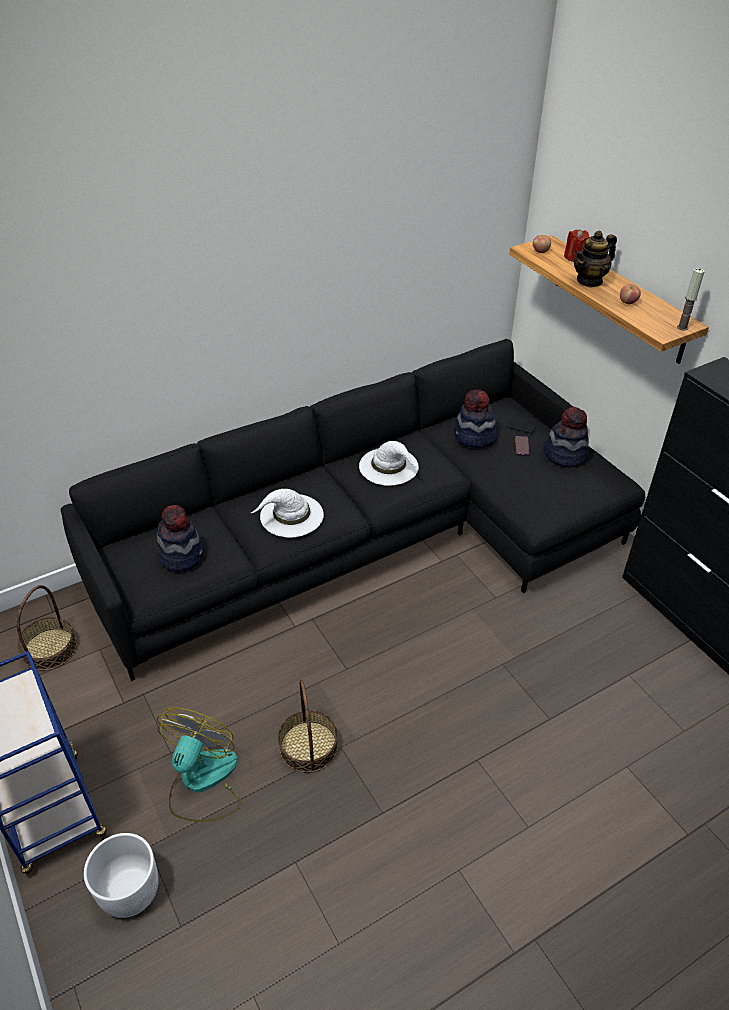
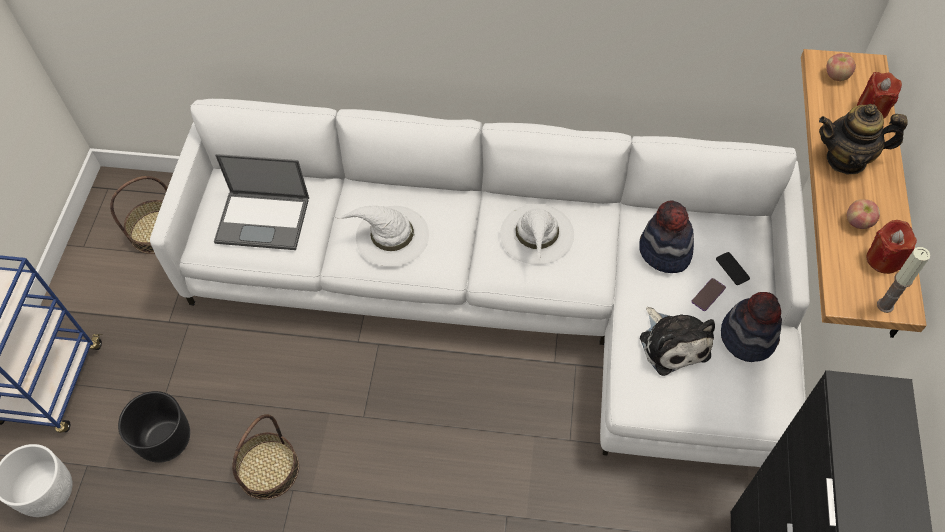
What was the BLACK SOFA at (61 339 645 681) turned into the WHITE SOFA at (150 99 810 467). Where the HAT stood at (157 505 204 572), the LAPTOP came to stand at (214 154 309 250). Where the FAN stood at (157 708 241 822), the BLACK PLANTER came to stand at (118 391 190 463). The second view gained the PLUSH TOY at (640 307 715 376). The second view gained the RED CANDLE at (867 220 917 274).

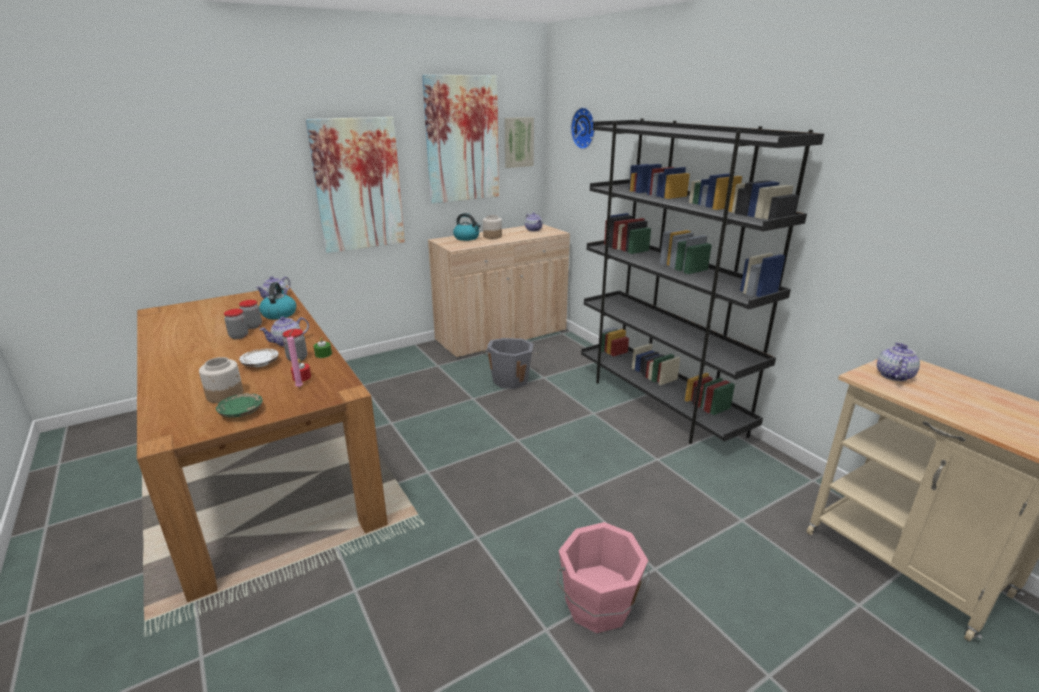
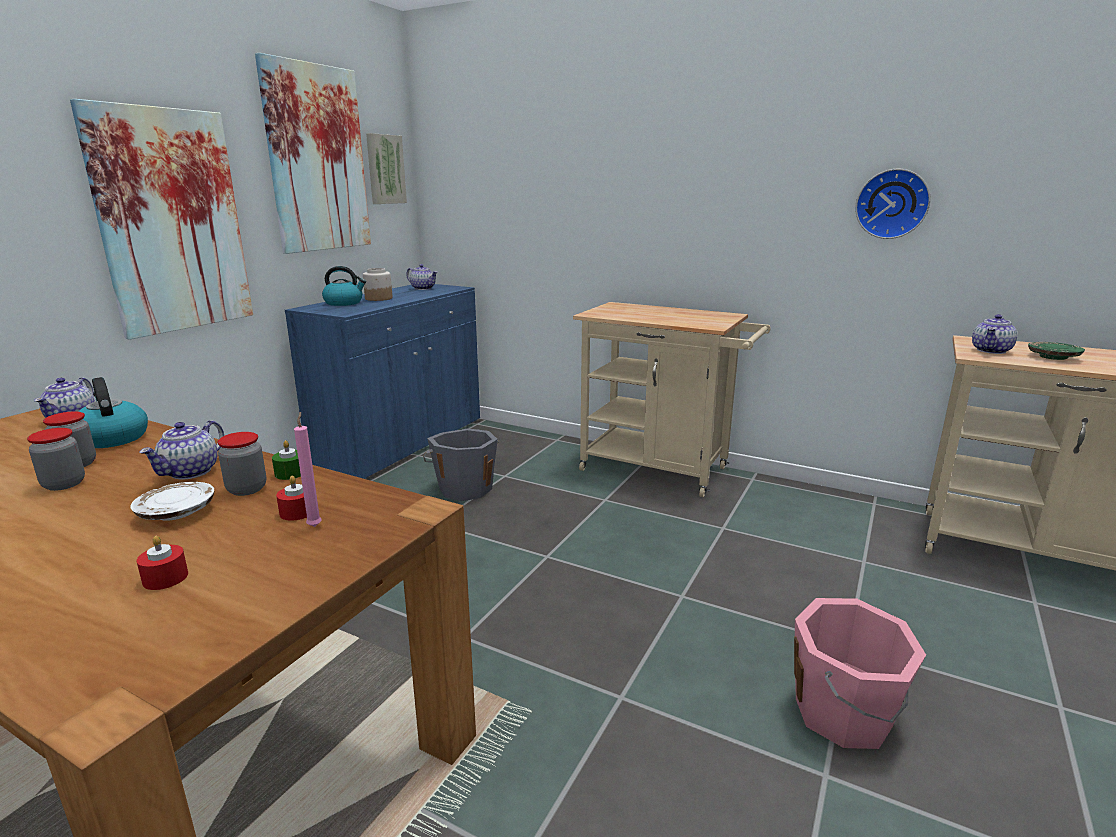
Where the JAR stood at (199 357 243 403), the RED CANDLE came to stand at (136 536 188 590). The GREEN PLATE ended up elsewhere, having gone from (216 393 263 418) to (1028 342 1085 360). What was the BEIGE CABINET at (428 224 570 359) turned into the BLUE CABINET at (285 284 480 479). The WALL CLOCK ended up elsewhere, having gone from (571 107 595 149) to (855 169 930 239). Where the BLACK BOOKCASE stood at (581 118 824 444), the BEIGE CART came to stand at (573 302 771 497). The TEAPOT at (877 342 920 381) ended up facing another way, 135 degrees counterclockwise from before.

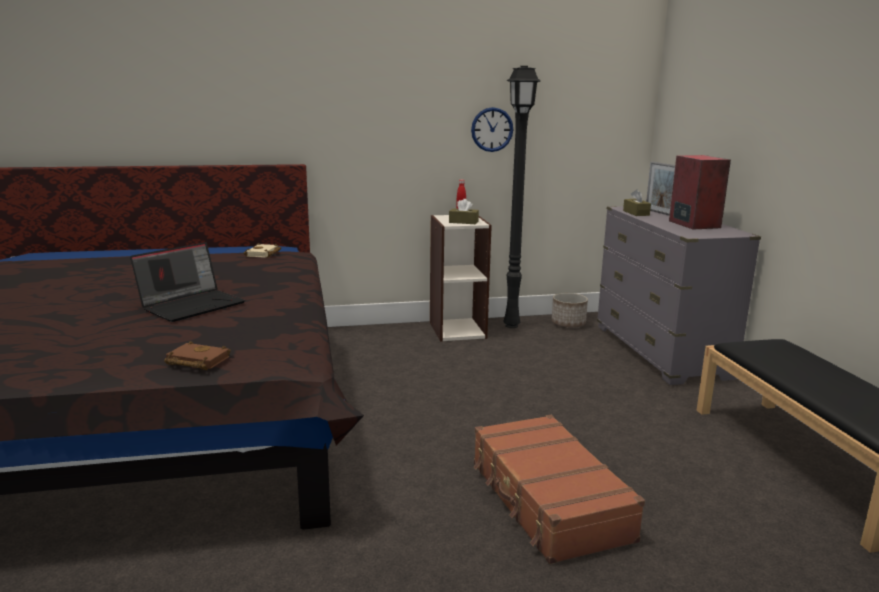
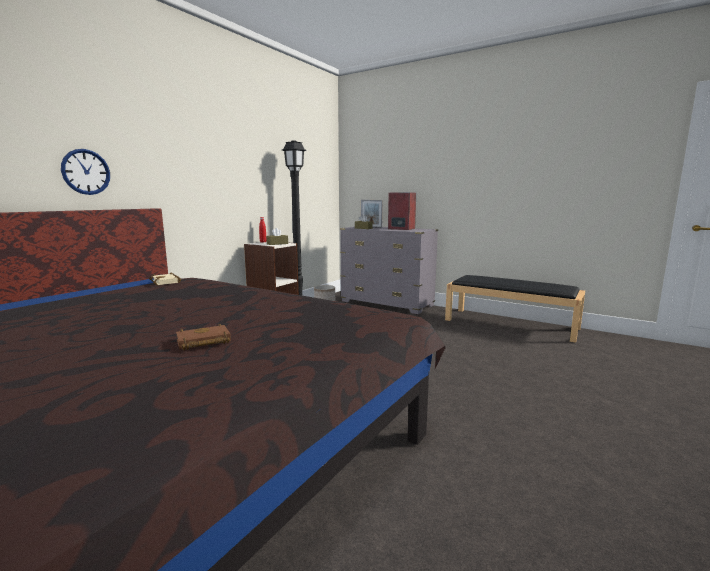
The second view lost the LAPTOP at (130 242 245 322). The BROWN BOOK ended up elsewhere, having gone from (164 341 231 370) to (176 323 231 350). The WALL CLOCK ended up elsewhere, having gone from (471 107 513 152) to (61 149 110 195). The second view lost the BROWN SUITCASE at (474 415 645 564).

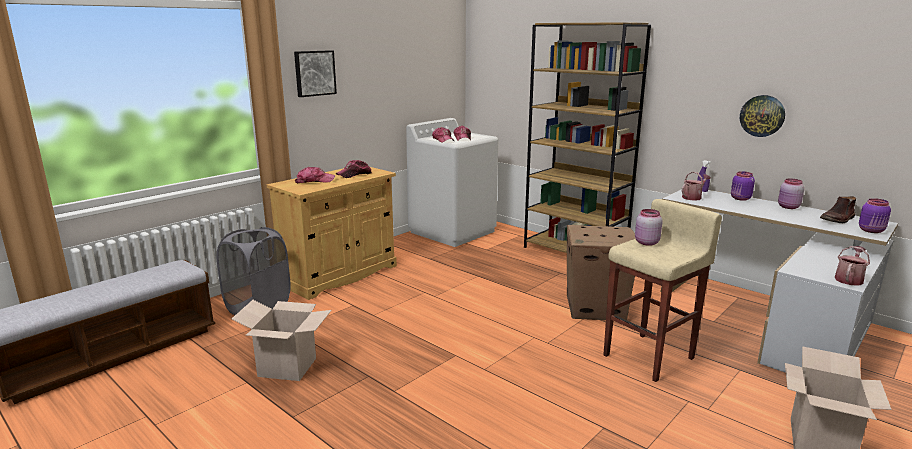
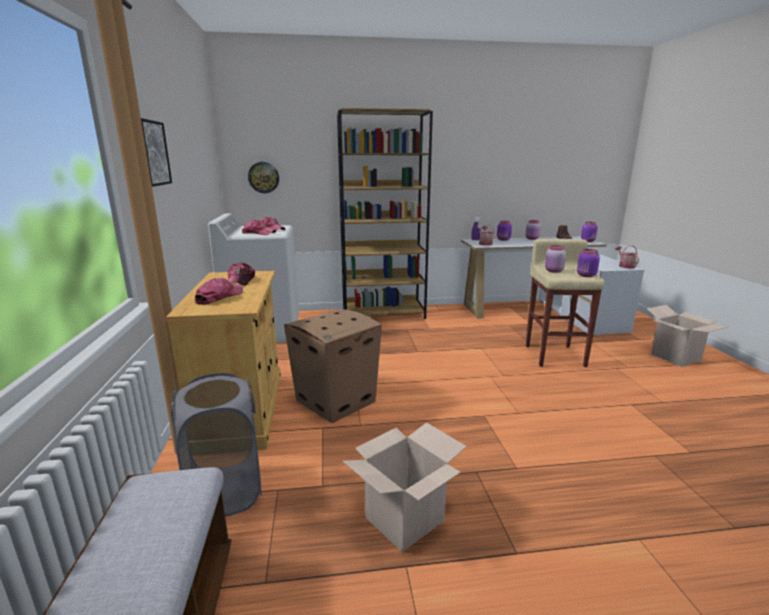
The CARDBOARD BOX ended up elsewhere, having gone from (567 225 636 320) to (284 309 382 423). The WALL CLOCK ended up elsewhere, having gone from (740 95 785 137) to (248 162 279 193). The second view gained the PURPLE JAR at (577 249 600 277).

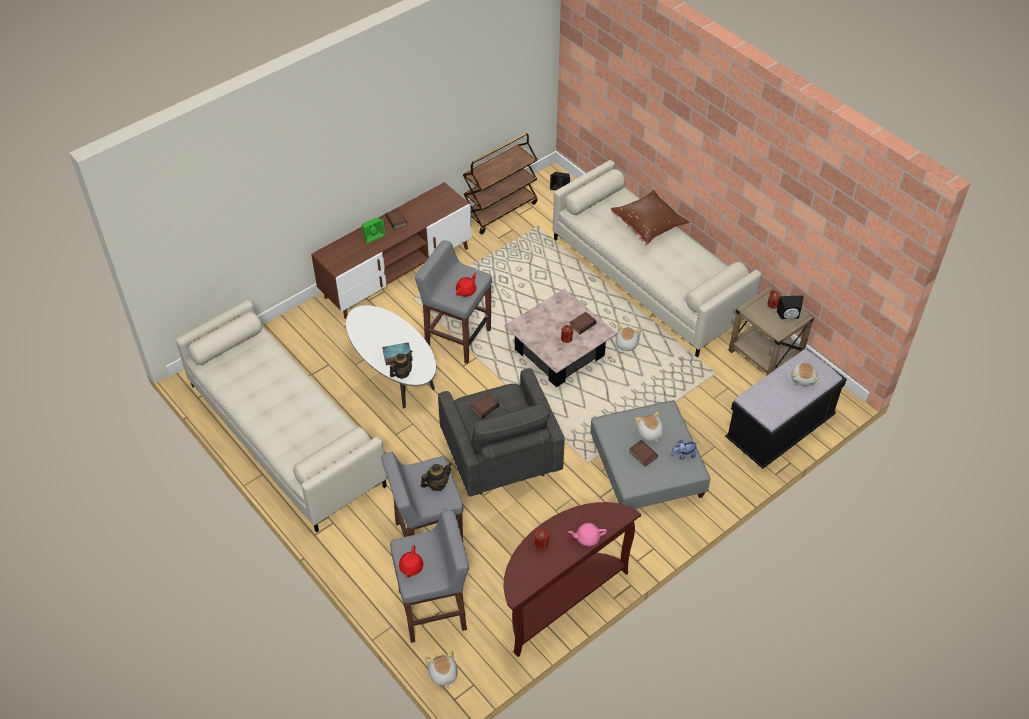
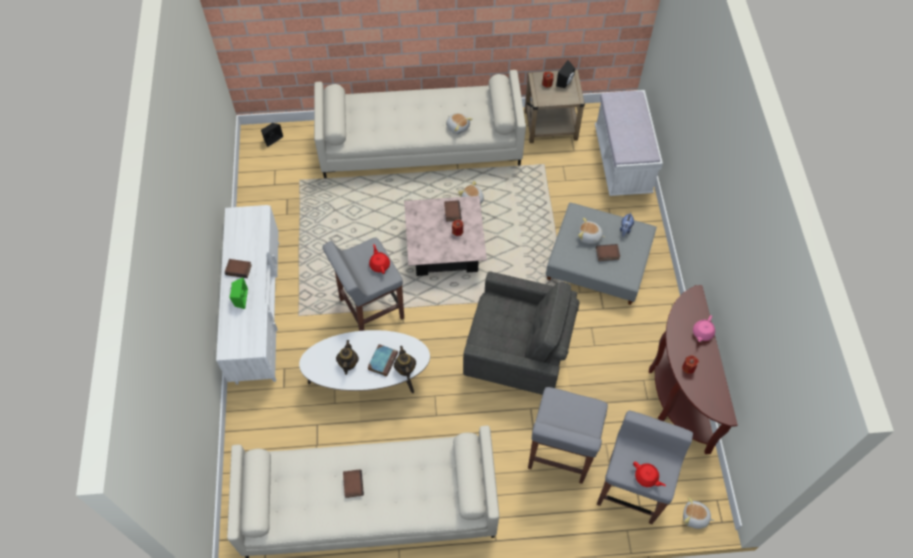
What was the BROWN TV STAND at (311 182 472 319) turned into the WHITE TV STAND at (216 205 279 385). The TEAPOT ended up elsewhere, having gone from (421 463 452 491) to (336 340 359 375). The second view lost the BROWN CART at (463 133 538 234). The BOOK ended up elsewhere, having gone from (471 394 499 419) to (343 469 364 498). The second view lost the BROWN PILLOW at (611 190 690 244). What was the BLACK BENCH at (725 349 847 469) turned into the WHITE BENCH at (595 90 663 196). The PLUSH TOY ended up elsewhere, having gone from (791 362 818 386) to (446 113 473 134).

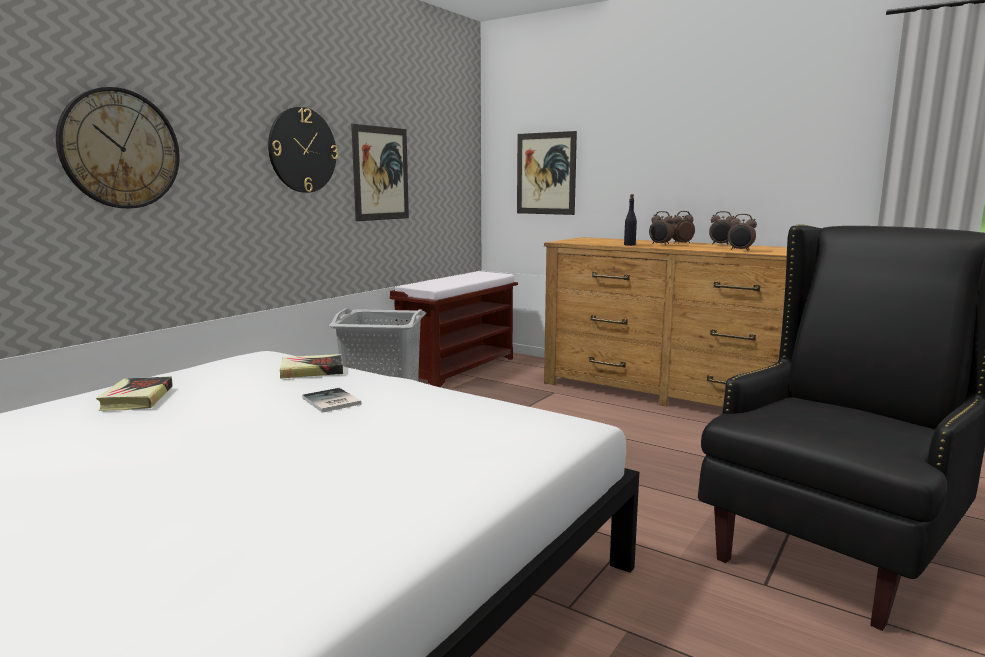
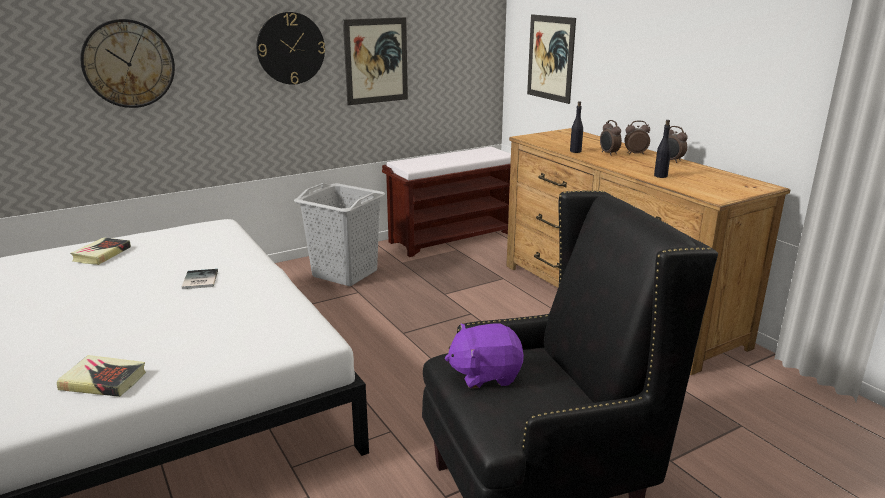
The BOOK ended up elsewhere, having gone from (280 354 343 379) to (57 355 146 397). Where the ALARM CLOCK stood at (728 214 757 251), the BLACK BOTTLE came to stand at (654 120 671 178). The second view gained the PURPLE PLUSH TOY at (445 324 524 389).

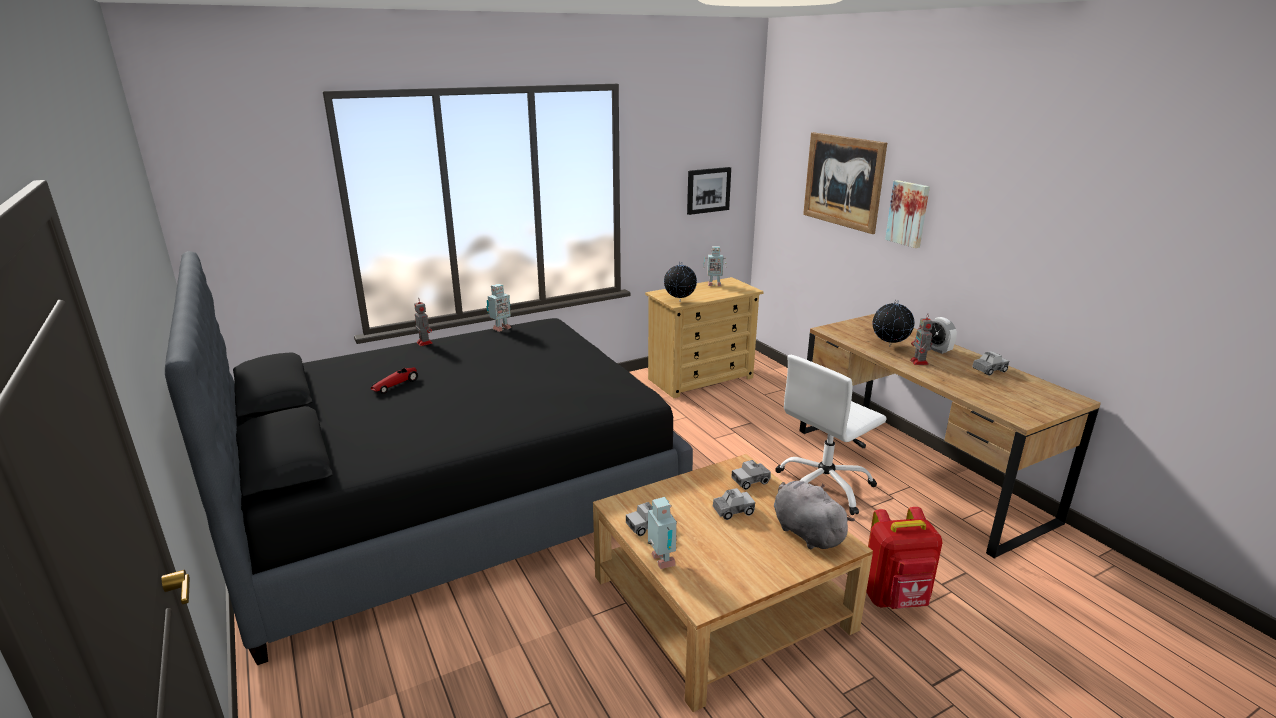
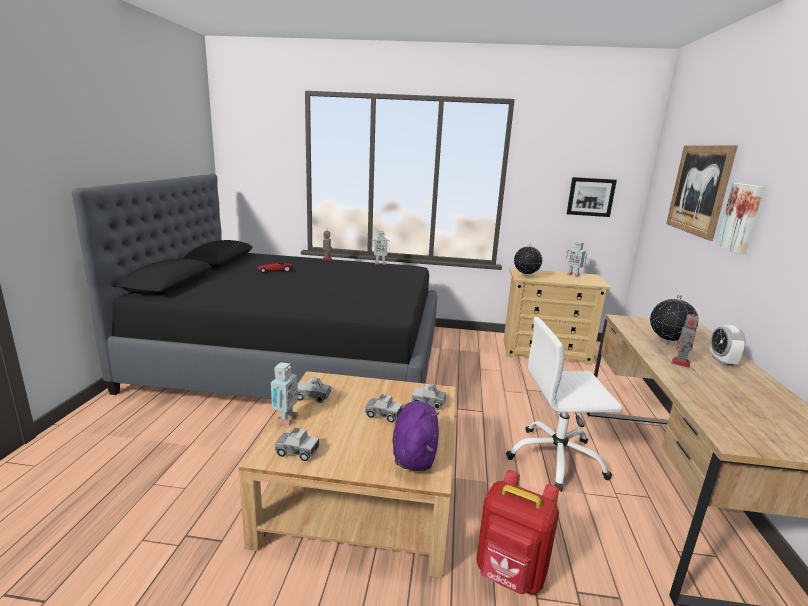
What was the GREY PLUSH TOY at (774 481 855 550) turned into the PURPLE PLUSH TOY at (393 401 440 471). The TOY TRUCK ended up elsewhere, having gone from (972 351 1009 376) to (275 428 319 462).

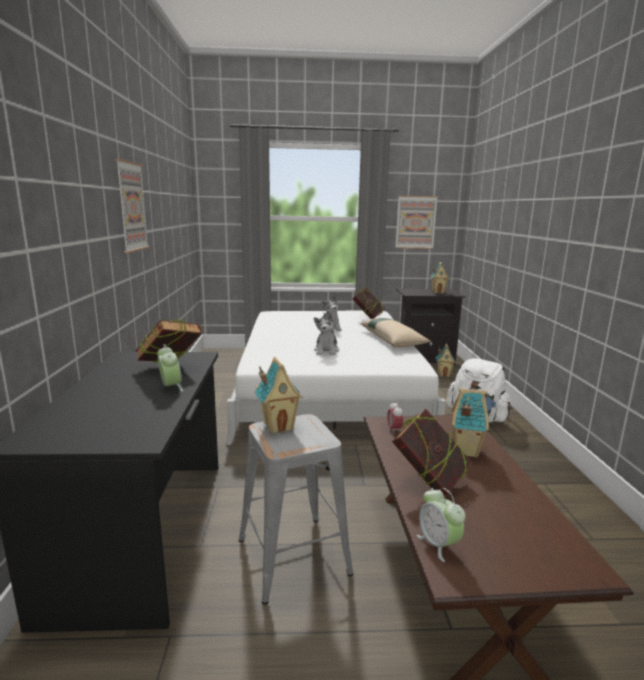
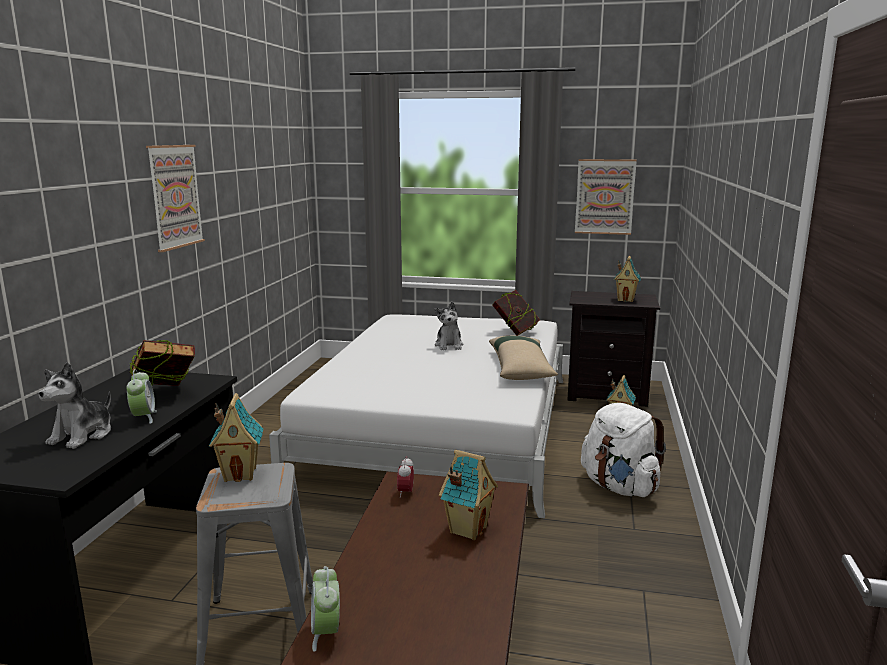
The PLUSH TOY ended up elsewhere, having gone from (314 313 339 355) to (39 362 111 449). The second view lost the BOOK at (392 409 472 496).

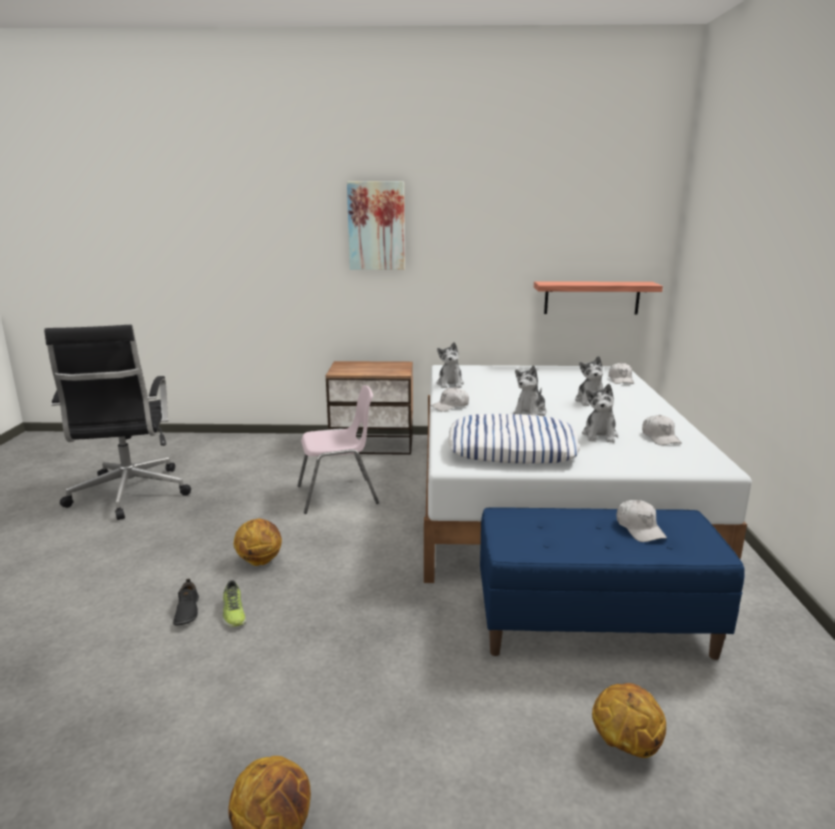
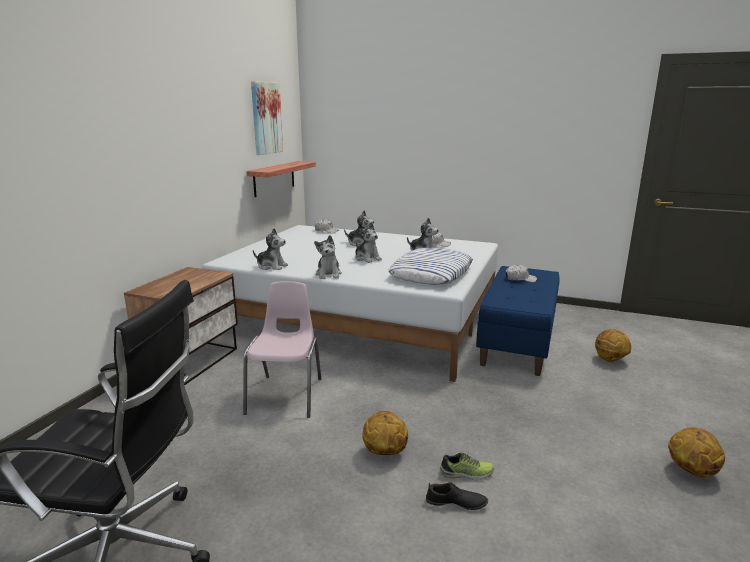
The PICTURE ended up elsewhere, having gone from (347 181 405 270) to (251 81 283 155). Where the WHITE CAP stood at (431 387 469 412), the PLUSH TOY came to stand at (314 235 342 279).

